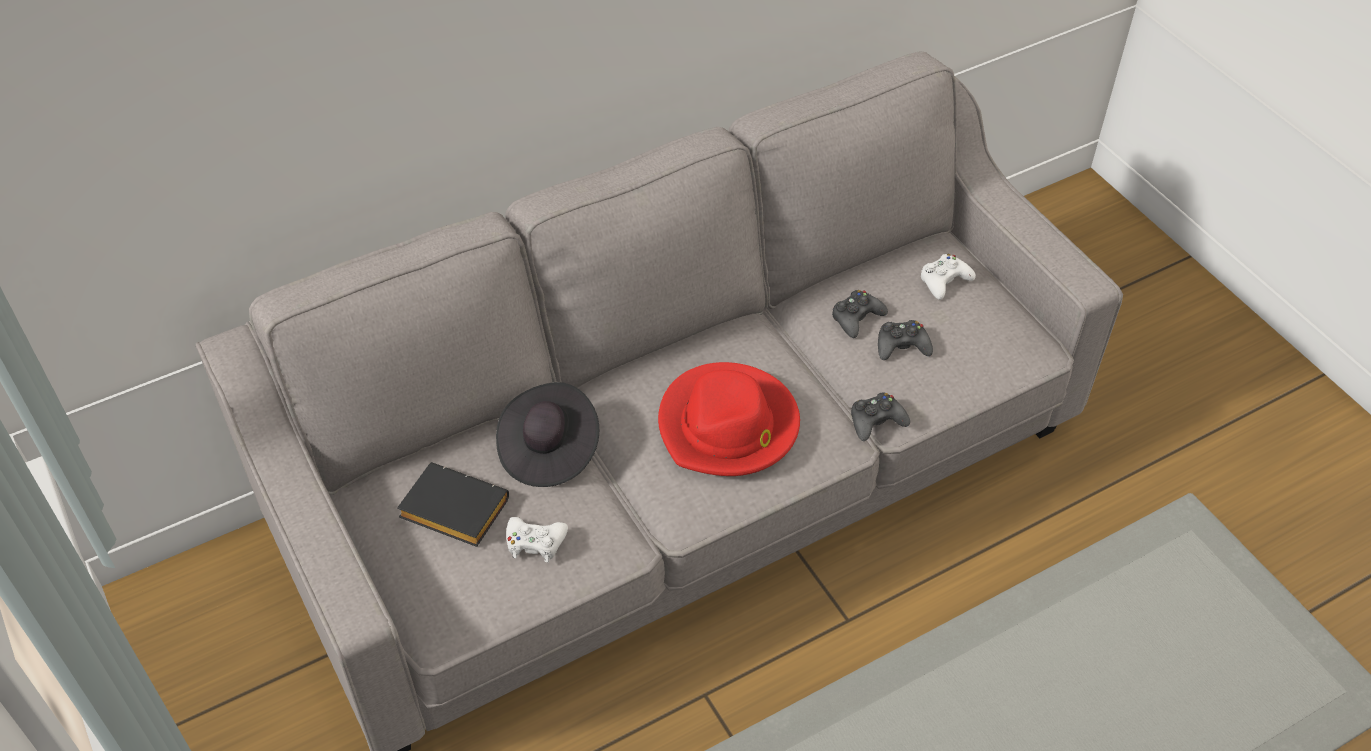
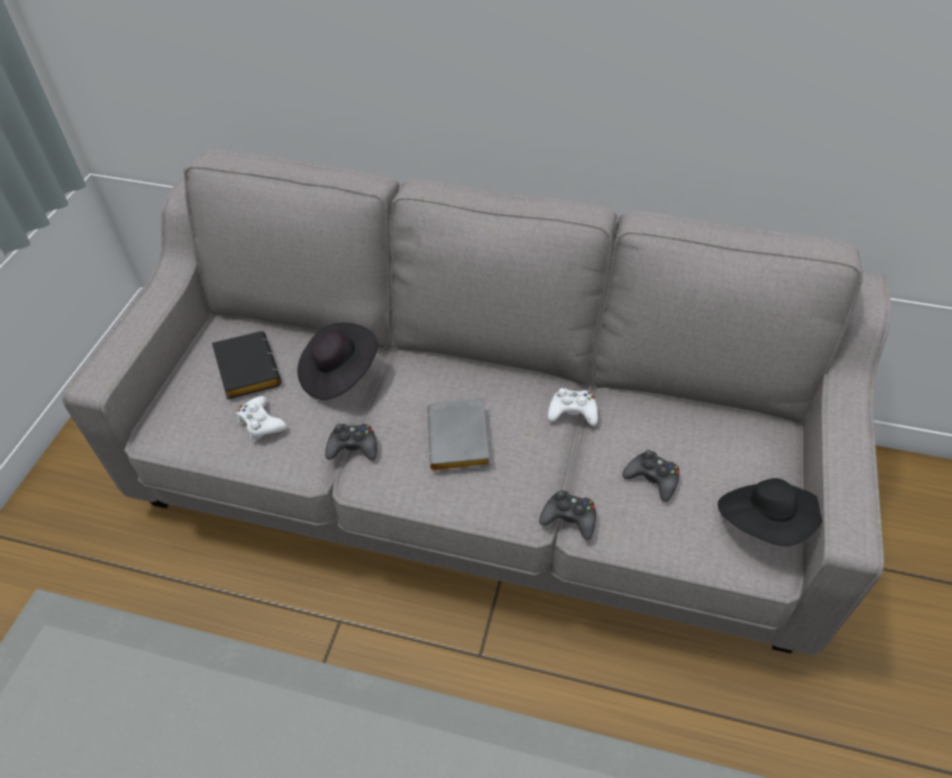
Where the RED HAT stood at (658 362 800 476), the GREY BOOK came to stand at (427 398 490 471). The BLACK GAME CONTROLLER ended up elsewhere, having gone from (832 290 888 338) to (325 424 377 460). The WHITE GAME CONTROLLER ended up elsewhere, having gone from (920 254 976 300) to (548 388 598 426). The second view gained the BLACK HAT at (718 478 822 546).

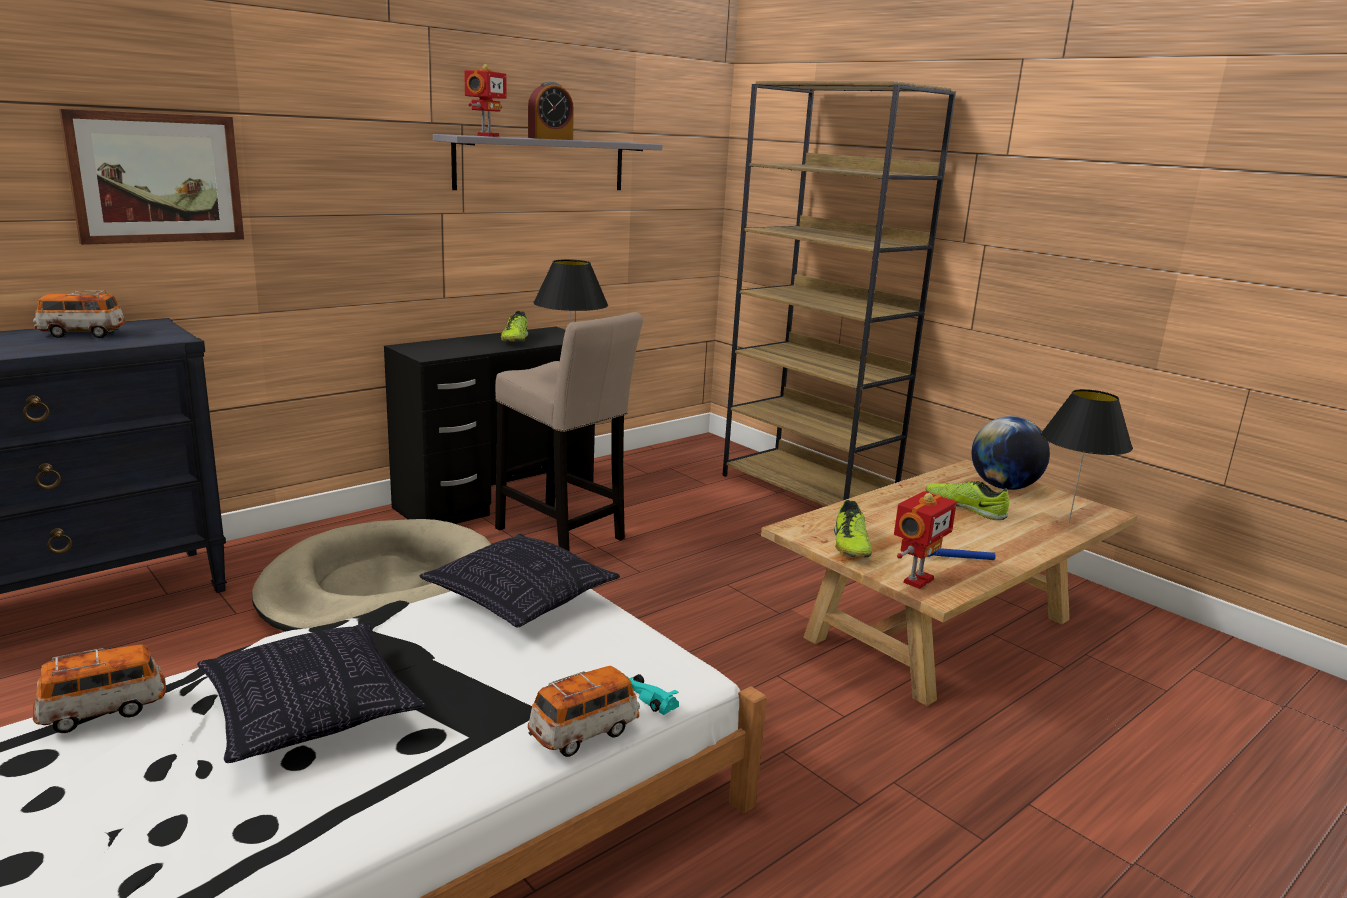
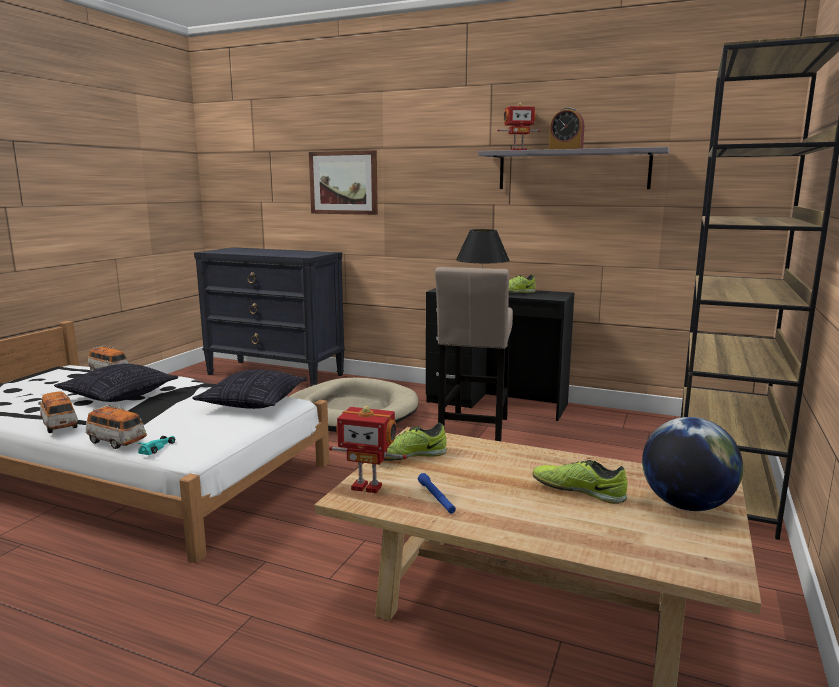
The TOY CAR ended up elsewhere, having gone from (33 291 126 338) to (38 392 78 433). The SHOE at (925 481 1009 520) ended up facing another way, 75 degrees counterclockwise from before. The second view lost the BLACK TABLE LAMP at (1041 389 1133 523).

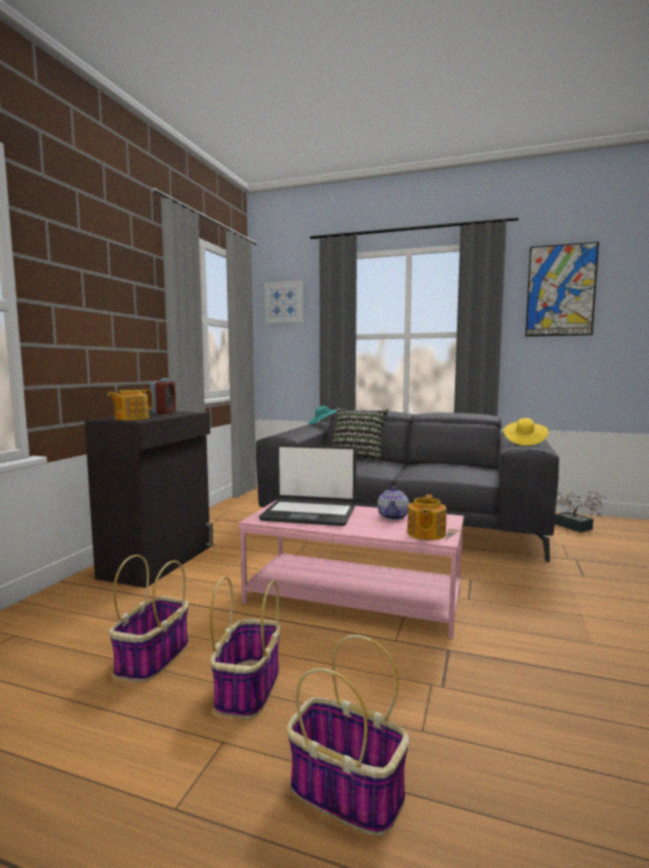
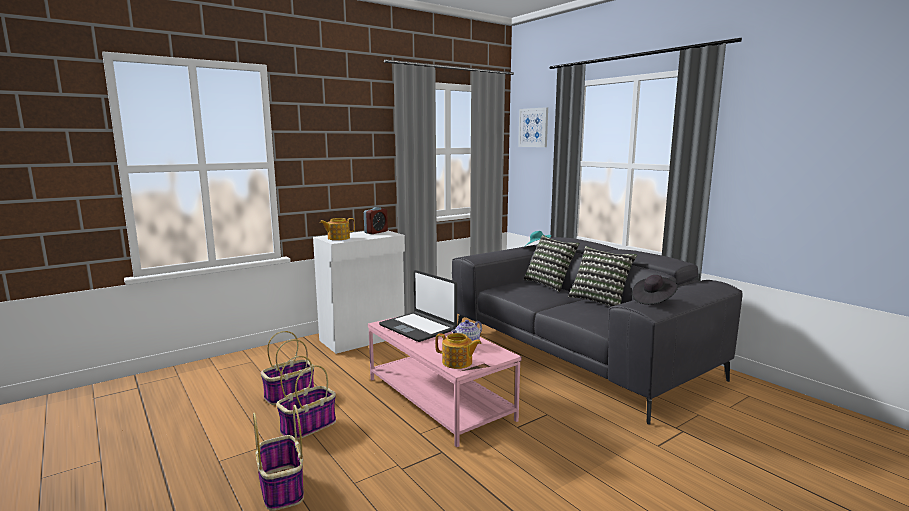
What was the BLACK CABINET at (85 411 213 588) turned into the WHITE CABINET at (313 231 405 354). The TEAPOT at (407 494 446 540) ended up facing another way, 120 degrees counterclockwise from before. What was the YELLOW HAT at (503 418 549 446) turned into the BLACK HAT at (632 275 678 305). The second view lost the PICTURE at (525 242 599 337). The second view lost the POTTED PLANT at (555 490 607 532). The second view gained the PILLOW at (568 246 637 307).

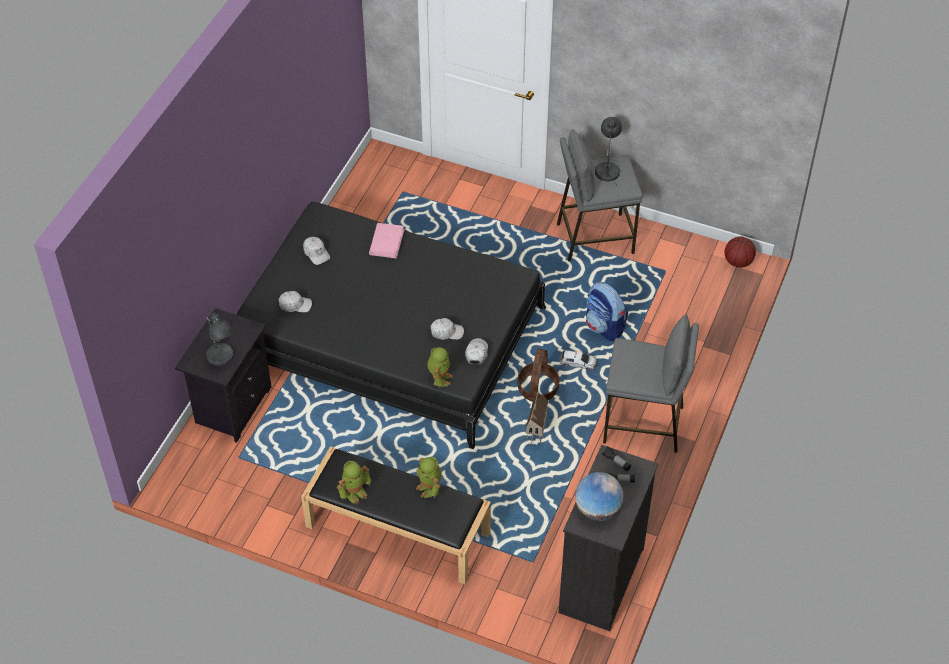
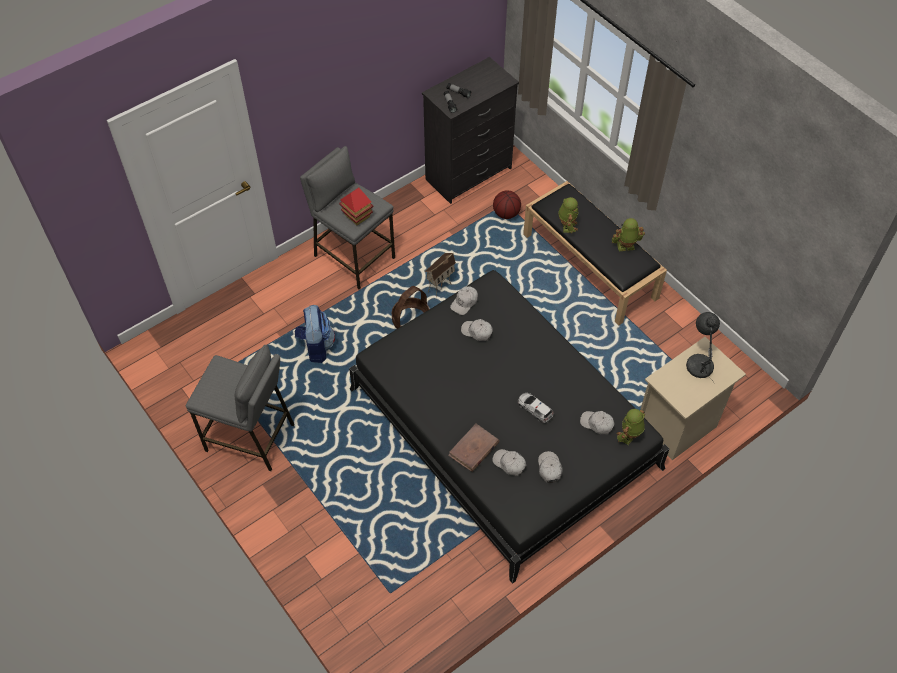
What was the BLACK NIGHTSTAND at (175 308 271 443) turned into the BEIGE NIGHTSTAND at (640 337 746 460). What was the PINK BOOK at (369 223 405 258) turned into the BROWN BOOK at (448 424 499 472). The TOY ROBOT ended up elsewhere, having gone from (427 347 453 388) to (616 409 645 445). The TOY CAR ended up elsewhere, having gone from (559 350 597 370) to (518 393 554 423). The second view lost the GLOBE at (575 472 624 521). The second view lost the GREY TABLE LAMP at (595 117 622 186). The BASKETBALL ended up elsewhere, having gone from (725 237 756 268) to (493 190 521 219). The second view gained the TOY HOUSE at (339 187 373 225). The second view gained the WHITE CAP at (492 449 526 476).

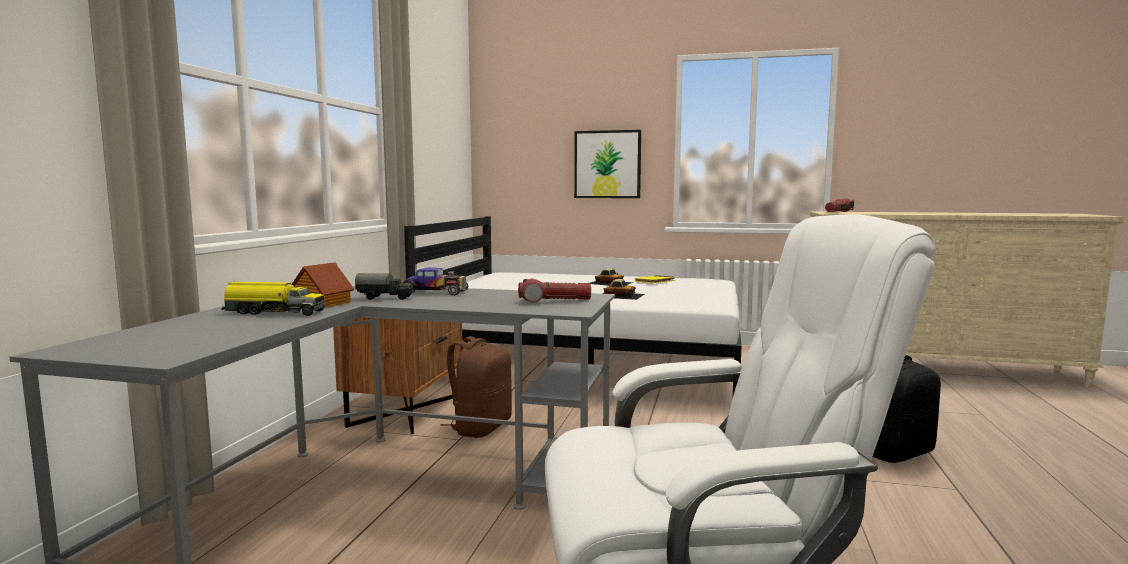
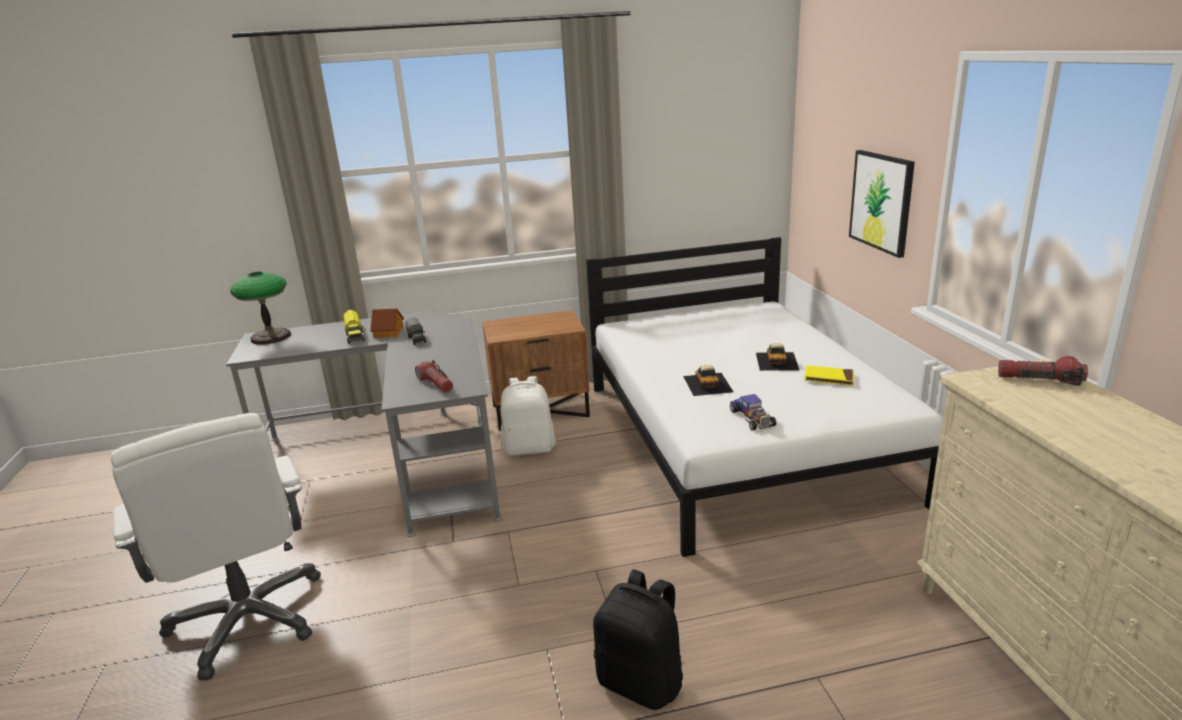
The TOY CAR ended up elsewhere, having gone from (403 268 468 295) to (730 394 776 430). What was the BROWN BACKPACK at (440 336 512 438) turned into the WHITE BACKPACK at (501 376 555 456). The second view gained the TABLE LAMP at (230 272 291 345).

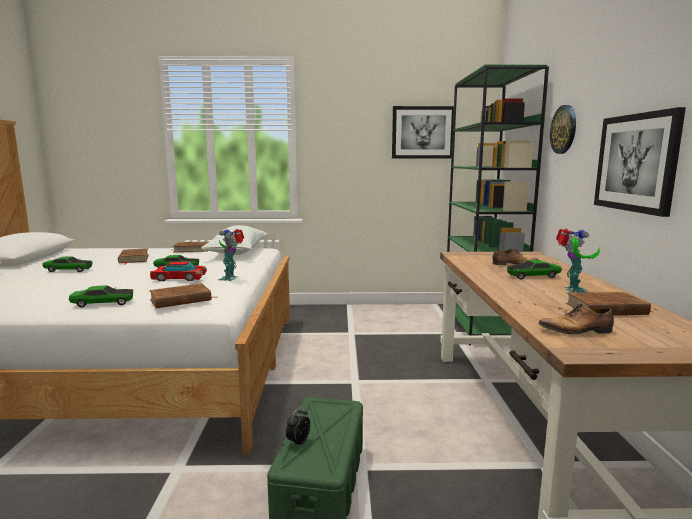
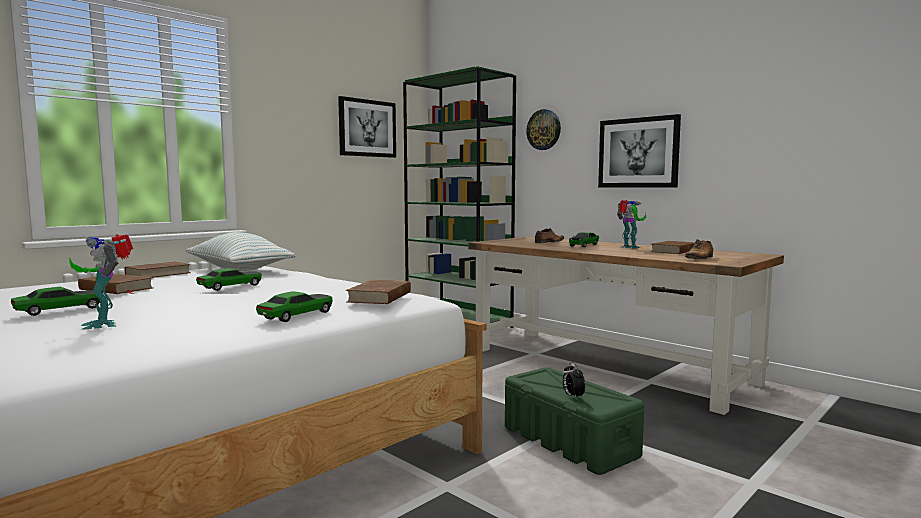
The second view lost the TOY CAR at (150 262 207 281). The TOY ROBOT ended up elsewhere, having gone from (218 229 244 281) to (70 234 133 330).

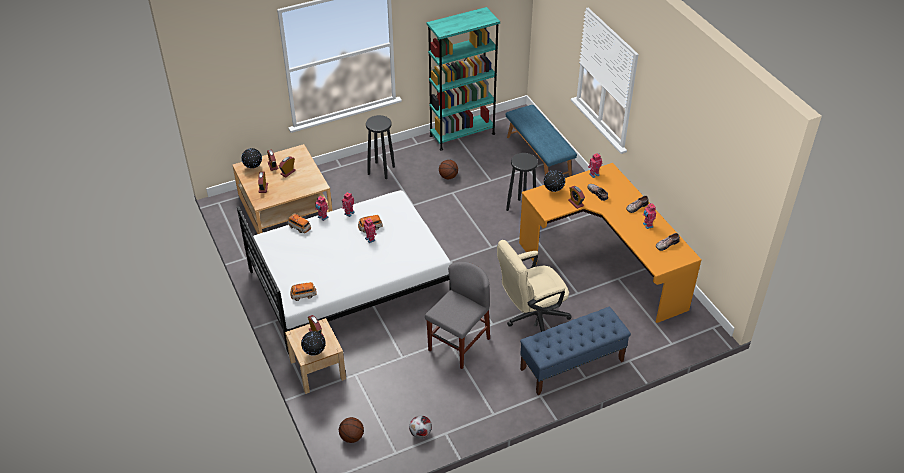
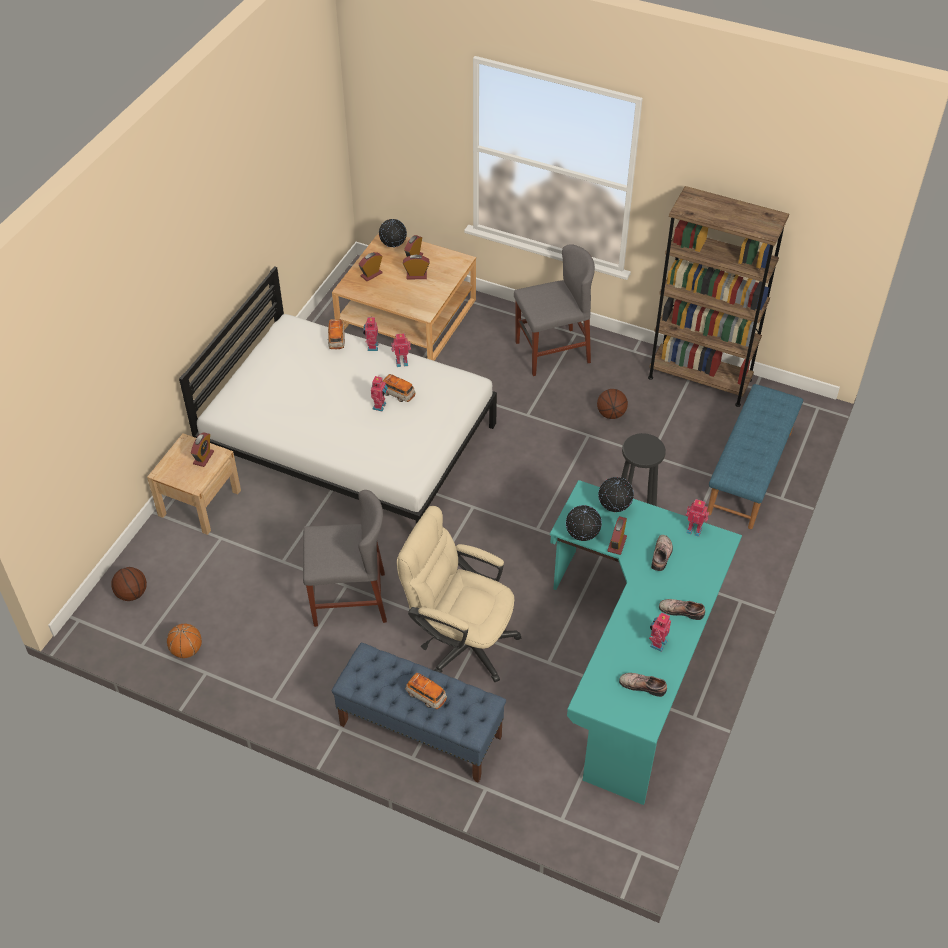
The TOY CAR ended up elsewhere, having gone from (290 282 317 301) to (405 673 447 710). The GLOBE ended up elsewhere, having gone from (301 331 326 355) to (566 505 602 541). Where the BLACK STOOL stood at (366 115 395 179), the GREY CHAIR came to stand at (514 244 595 376). Where the FOOTBALL stood at (409 415 432 438), the BASKETBALL came to stand at (167 623 202 658). What was the TURQUOISE BOOKCASE at (427 7 500 151) turned into the BROWN BOOKCASE at (648 186 789 407). What was the ORANGE DESK at (519 163 702 323) turned into the TURQUOISE DESK at (550 480 742 805).

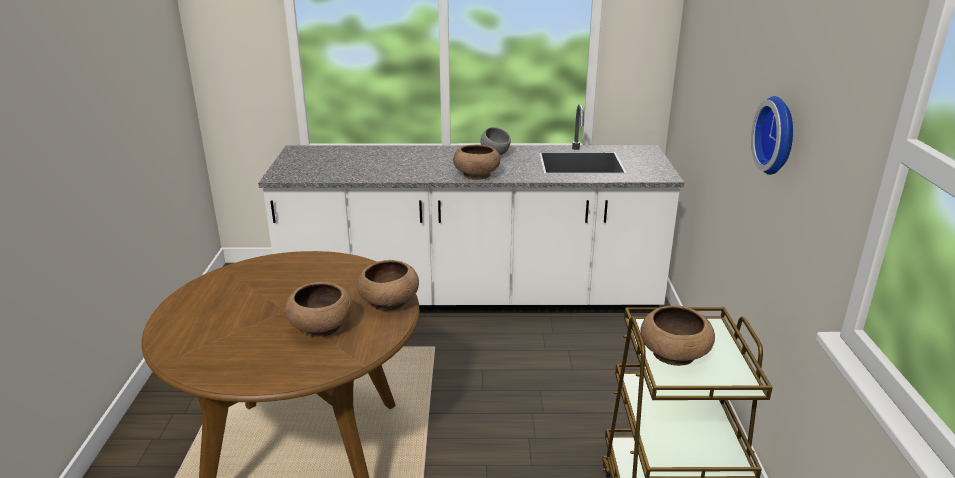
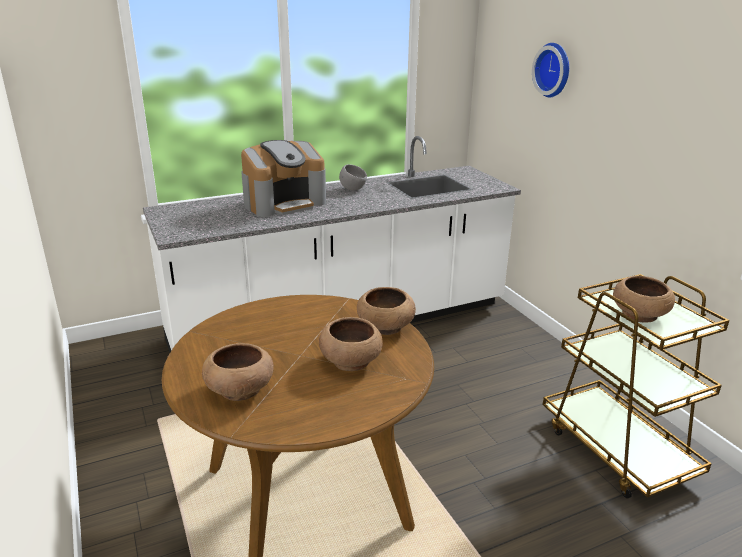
The BROWN BOWL ended up elsewhere, having gone from (453 145 501 180) to (202 343 274 401). The WALL CLOCK ended up elsewhere, having gone from (751 96 793 175) to (532 43 569 97). The second view gained the COFFEE MACHINE at (241 140 326 217).

